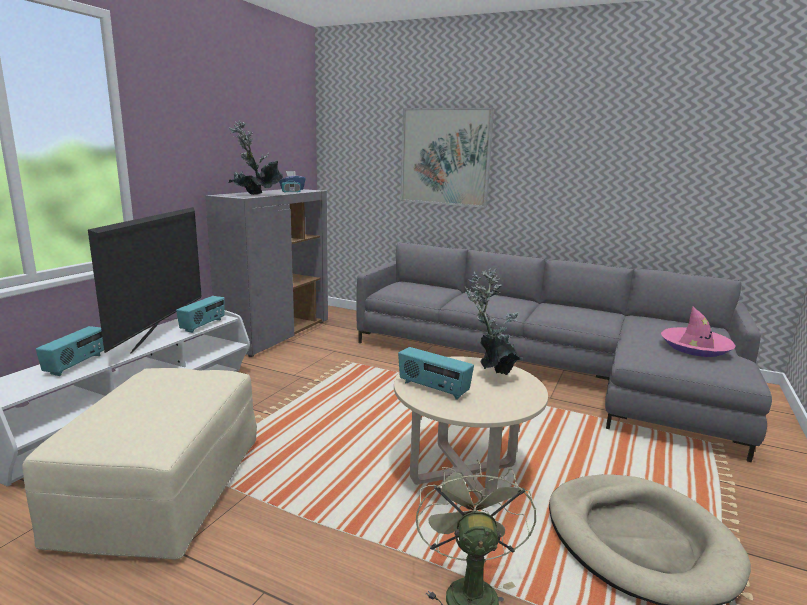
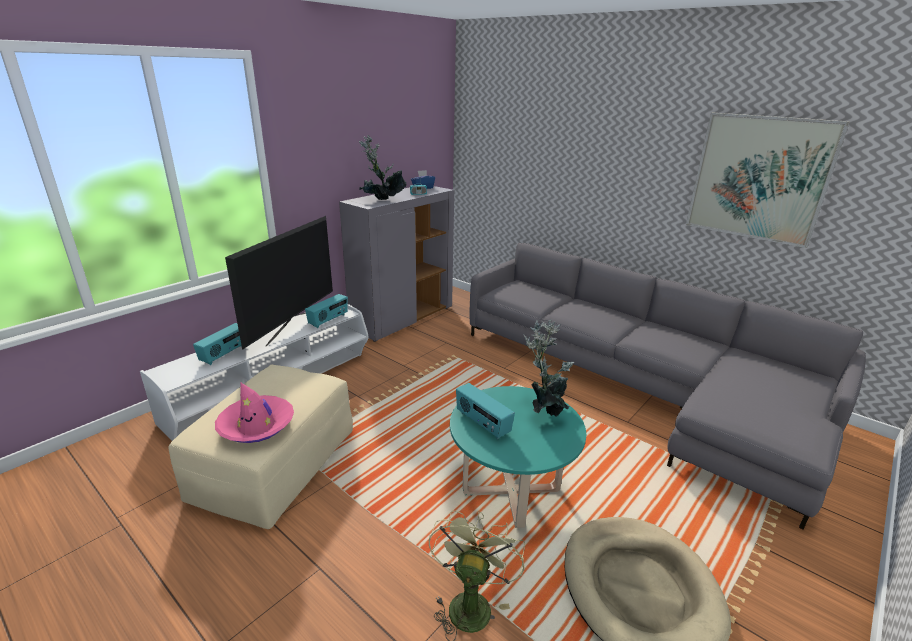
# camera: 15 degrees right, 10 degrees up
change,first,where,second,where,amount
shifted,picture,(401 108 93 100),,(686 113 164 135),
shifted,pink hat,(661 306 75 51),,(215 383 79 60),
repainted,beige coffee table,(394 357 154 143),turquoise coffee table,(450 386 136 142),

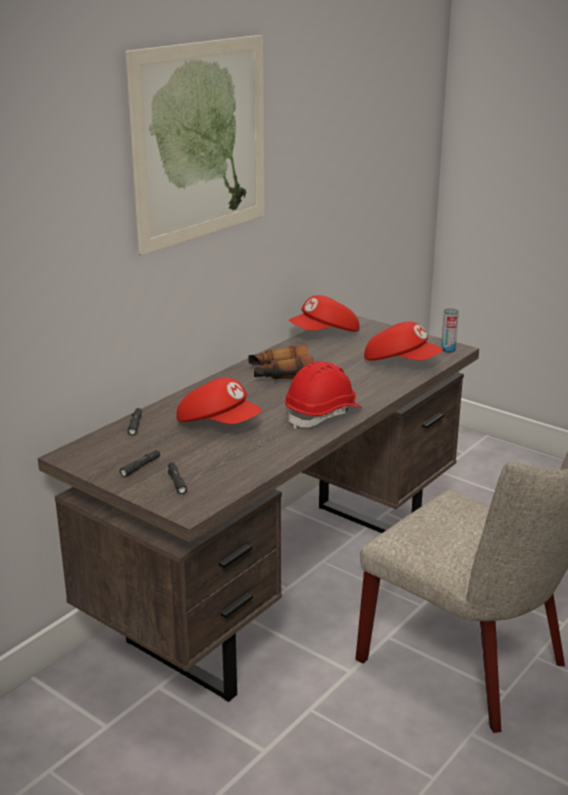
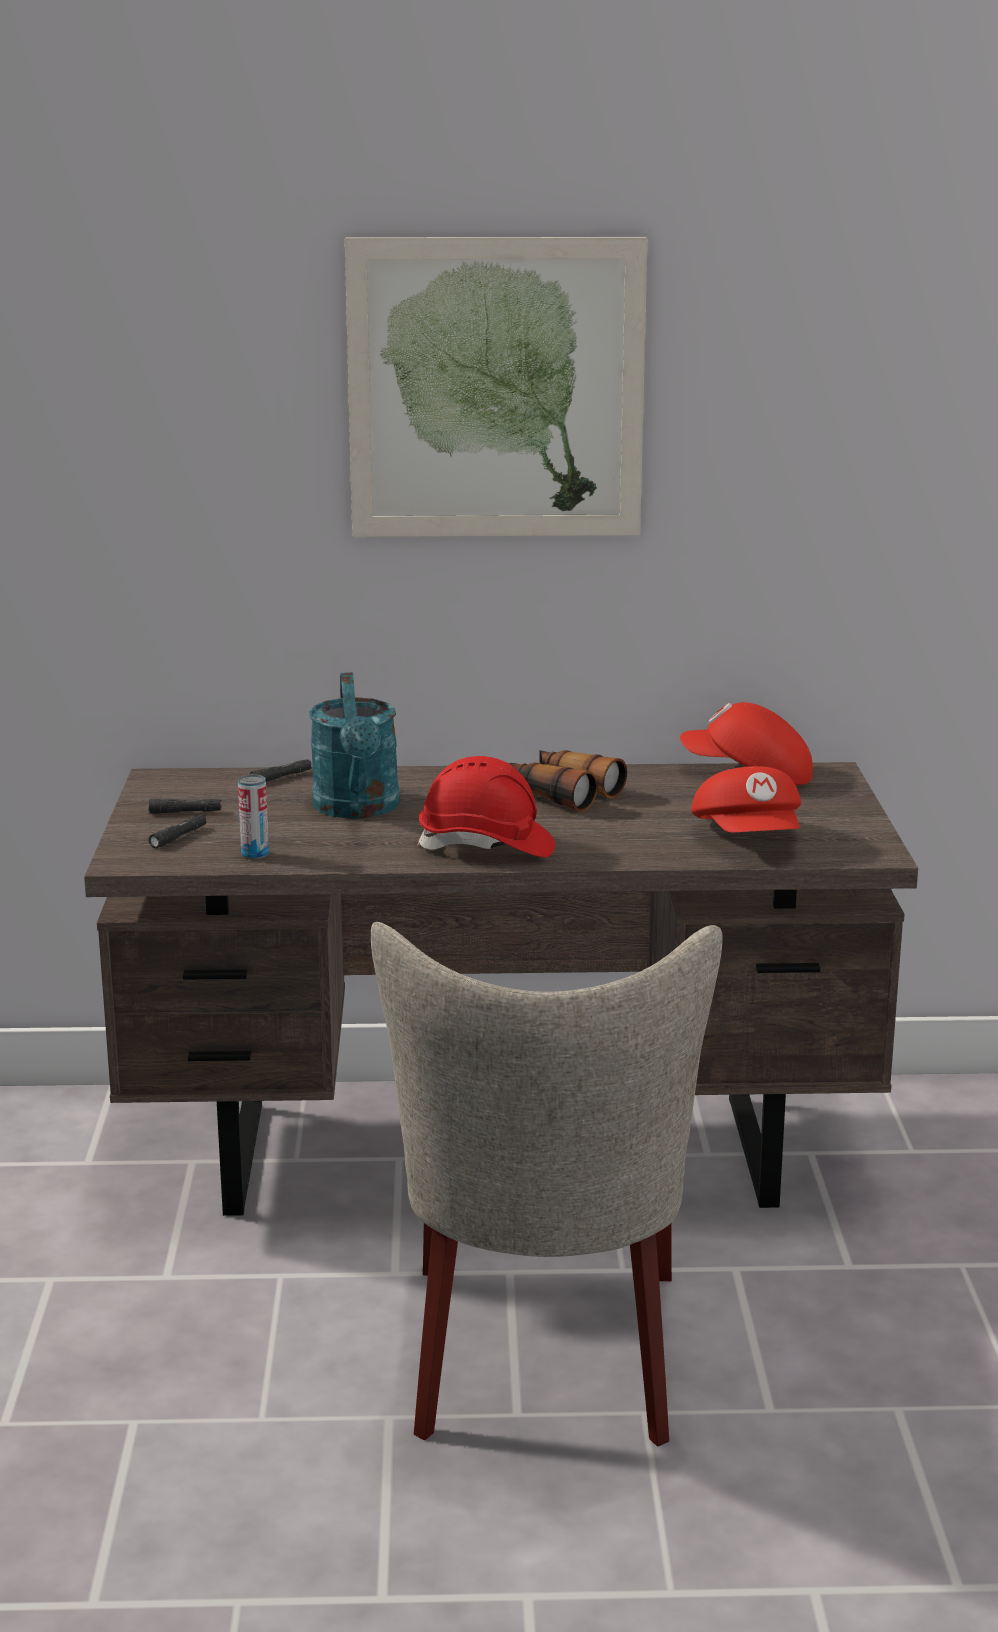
# camera: 50 degrees right, 5 degrees down
change,first,where,second,where,amount
shifted,can,(441 308 18 45),,(238 775 31 84),
swapped,red cap,(176 378 86 46),turquoise watering can,(309 672 91 146),

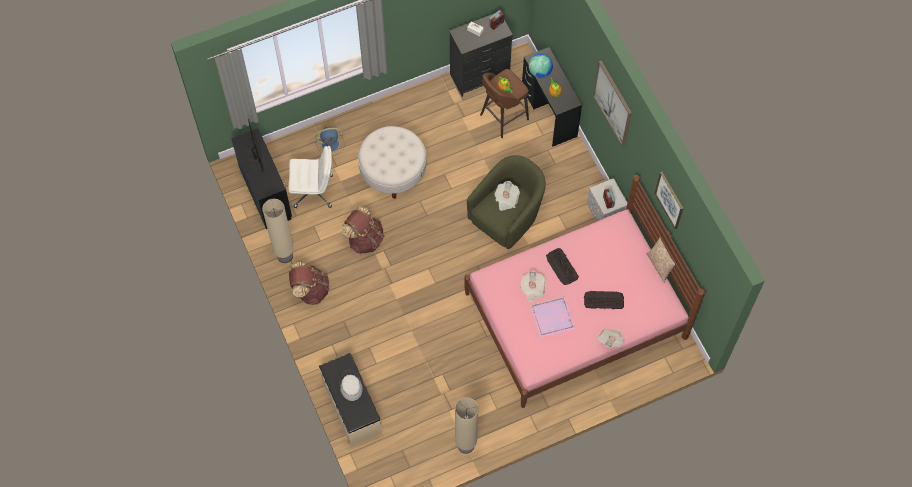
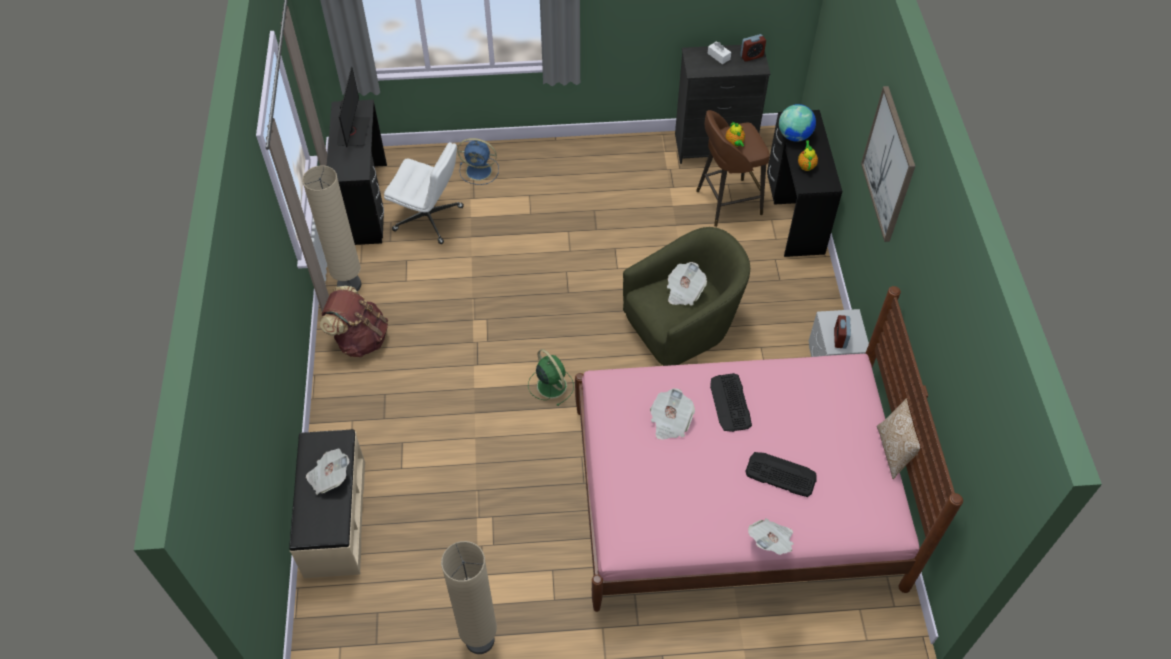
# camera: 20 degrees right, 10 degrees down
change,first,where,second,where,amount
gone,white ottoman,(358 126 68 73),,,
gone,picture,(655 172 28 57),,,
gone,brown backpack,(341 206 43 48),,,
gone,purple tray,(530 296 45 42),,,
swapped,grey hat,(339 370 23 31),newspaper,(306 449 44 46),
new,,,green fan,(528 349 46 57),

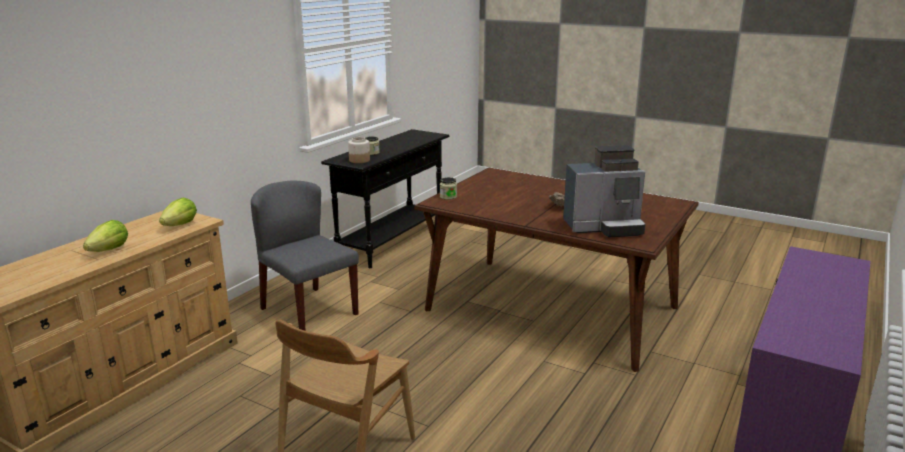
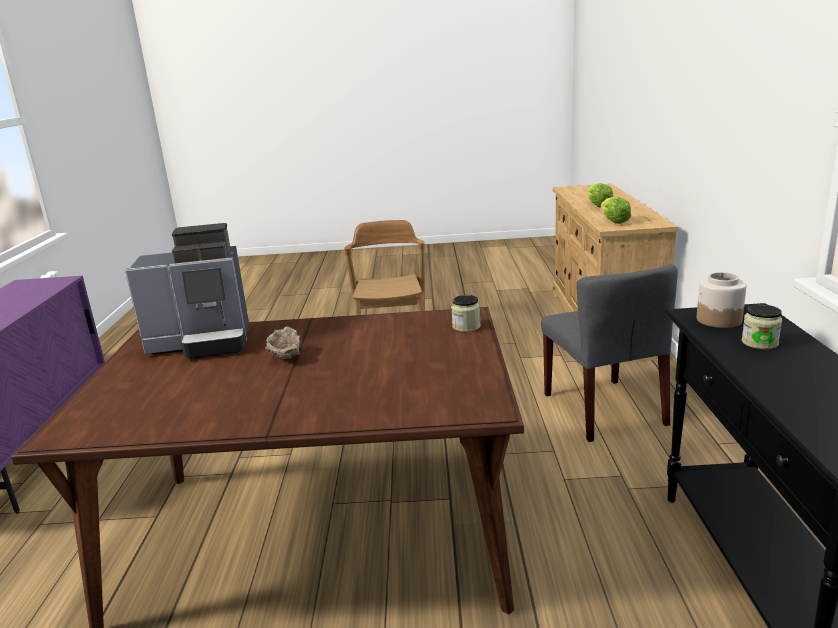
# camera: 150 degrees right, 0 degrees up
change,first,where,second,where,amount
rotated,coffee machine,(563 145 82 93),,(125 223 124 136),150 degrees counterclockwise
rotated,grey chair,(251 181 108 150),,(541 264 137 178),60 degrees clockwise

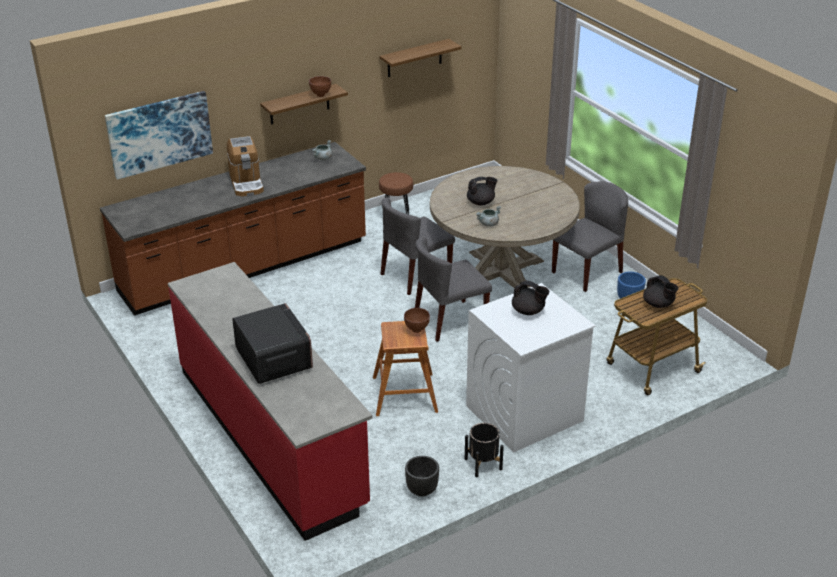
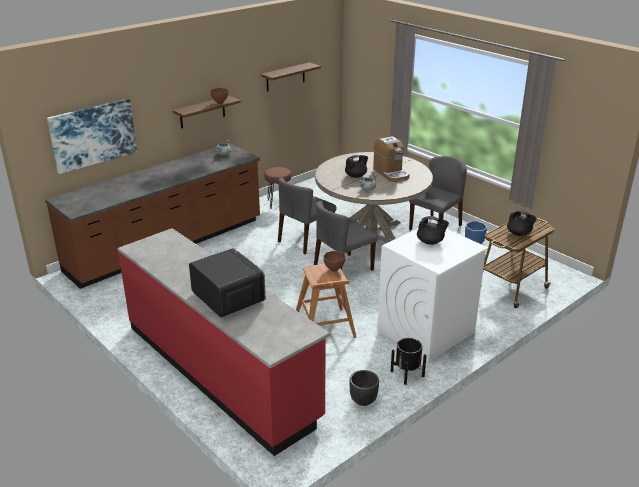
# camera: 10 degrees left, 5 degrees down
change,first,where,second,where,amount
shifted,coffee machine,(227 136 37 61),,(373 136 36 46),

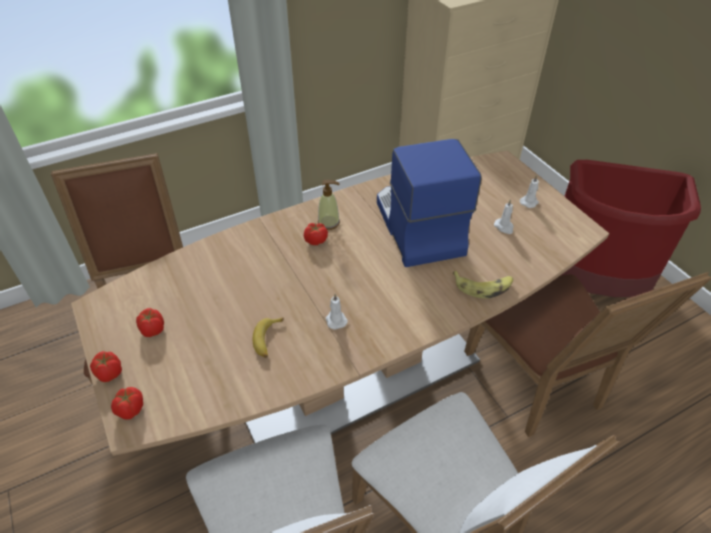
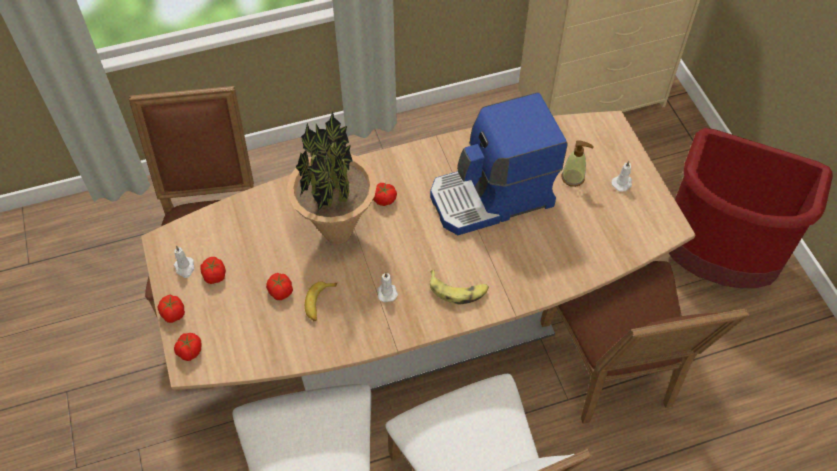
# camera: 10 degrees right, 10 degrees up
change,first,where,second,where,amount
rotated,coffee machine,(377 139 105 128),,(430 92 138 143),105 degrees counterclockwise
shifted,soap dispenser,(318 180 22 50),,(562 140 32 47),
shifted,white candle,(494 199 20 35),,(174 246 20 32),
shifted,banana,(453 271 60 27),,(430 269 59 36),
new,,,potted plant,(287 111 90 133),
new,,,tomato,(266 273 27 27),

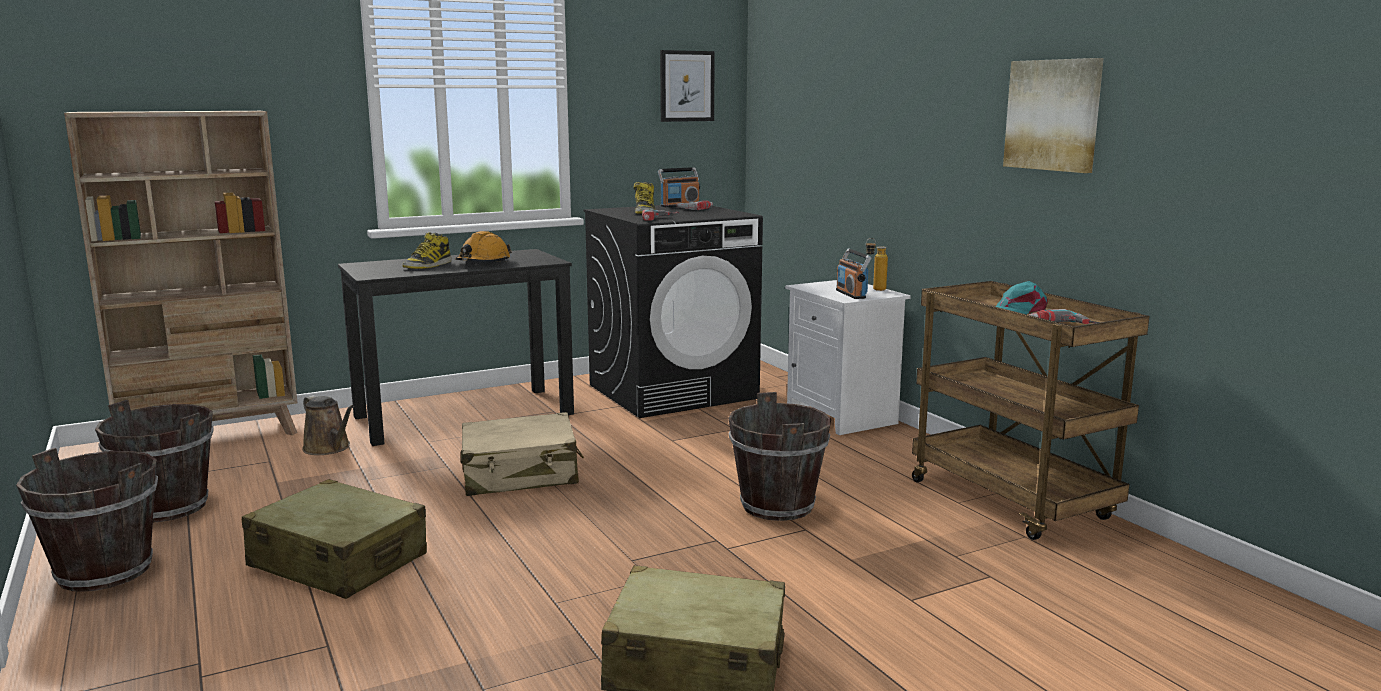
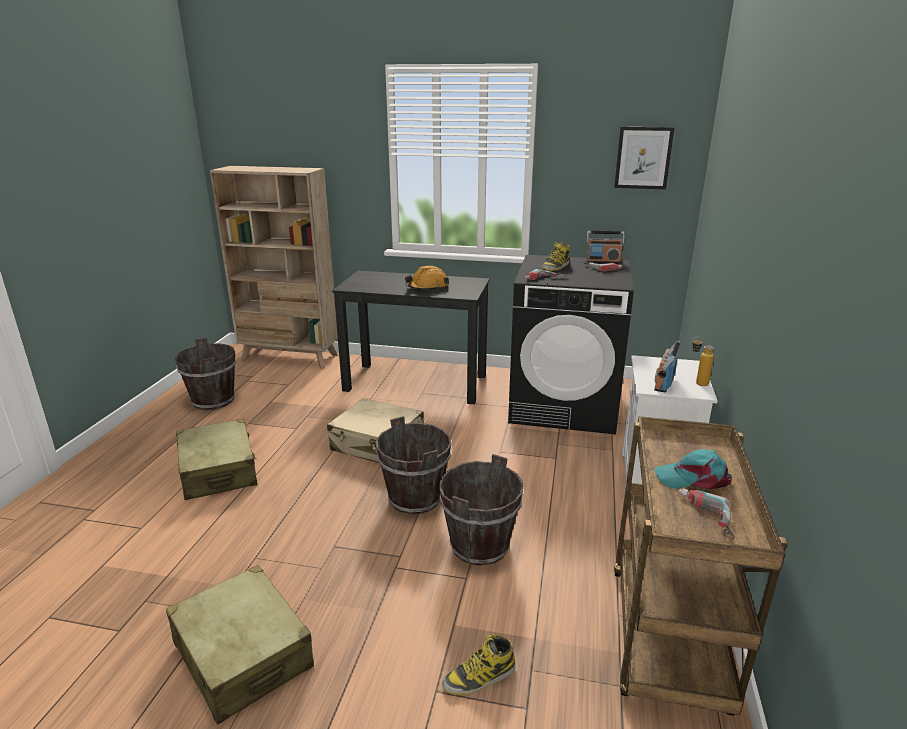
# camera: 40 degrees right, 10 degrees up
change,first,where,second,where,amount
gone,picture,(1003 58 101 115),,,
shifted,boot,(402 232 50 37),,(442 634 73 61),
gone,brown watering can,(302 395 52 60),,,
shifted,brown bucket,(16 448 142 144),,(376 416 76 98),

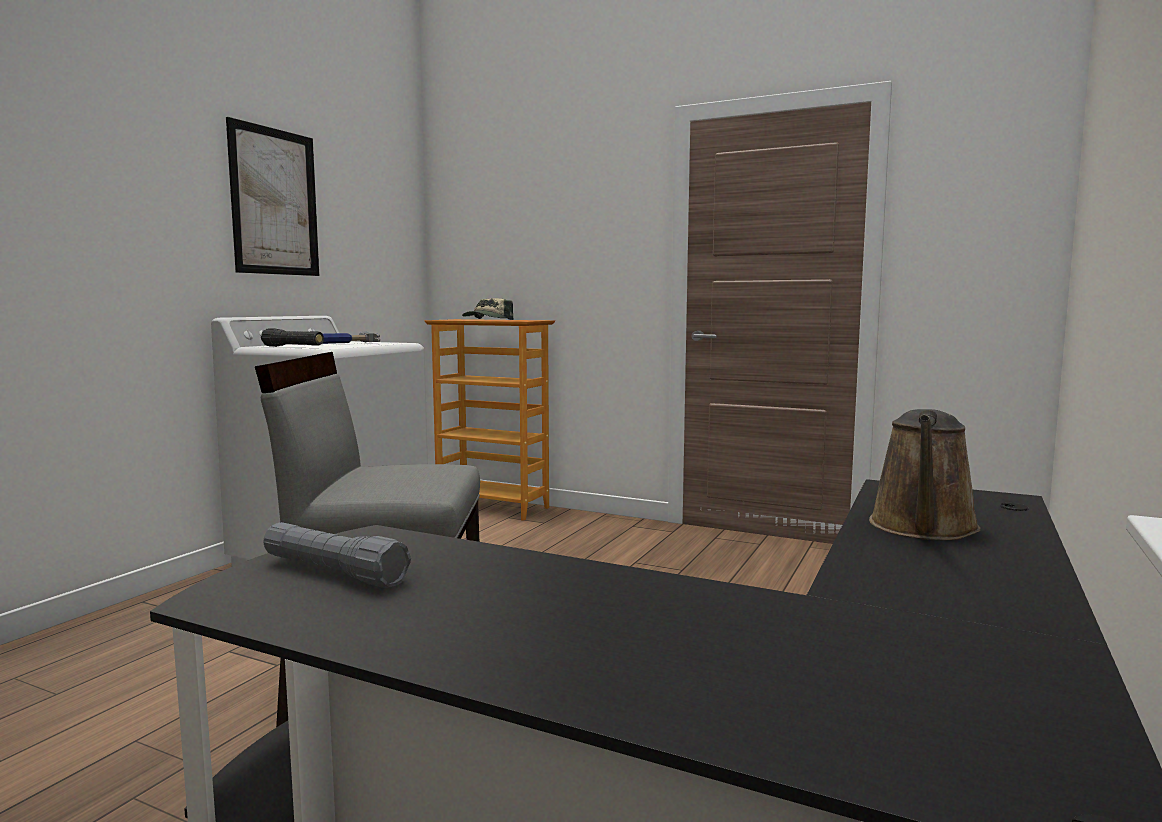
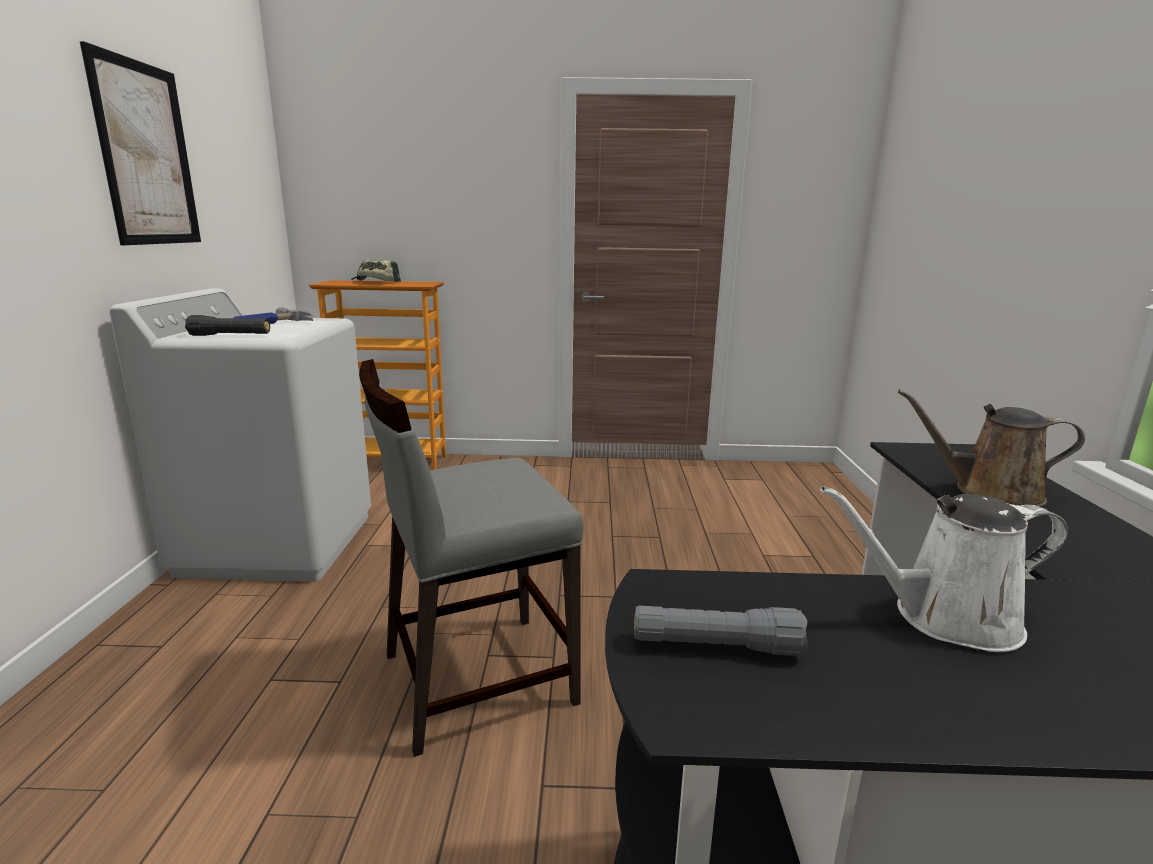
# camera: 25 degrees left, 10 degrees up
change,first,where,second,where,amount
rotated,brown watering can,(869 409 112 132),,(898 389 187 118),105 degrees clockwise
new,,,white watering can,(820 486 248 166),

